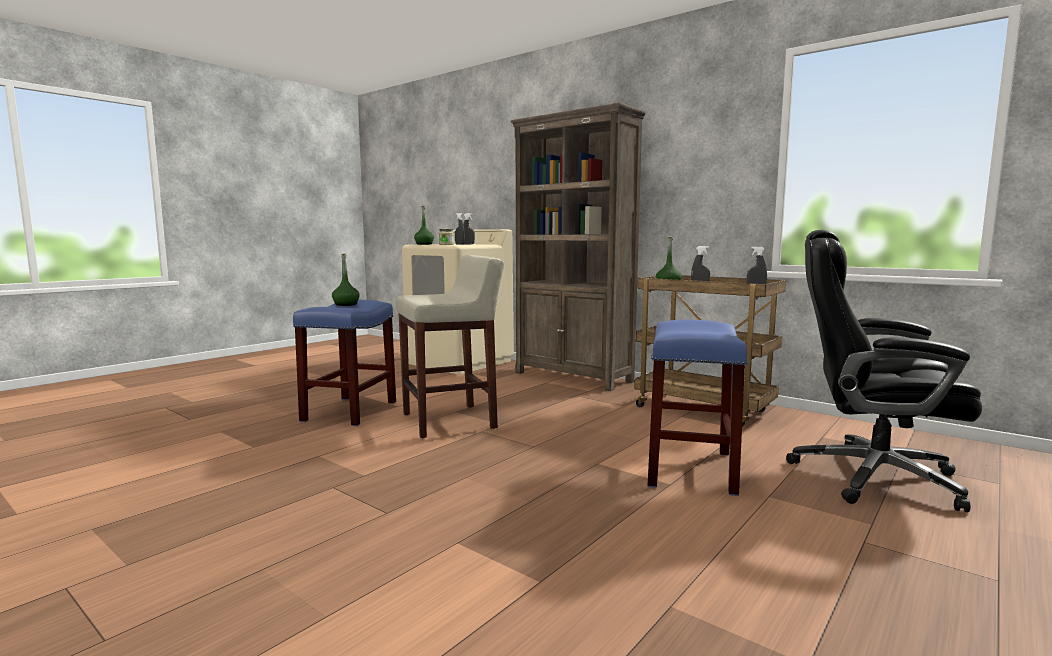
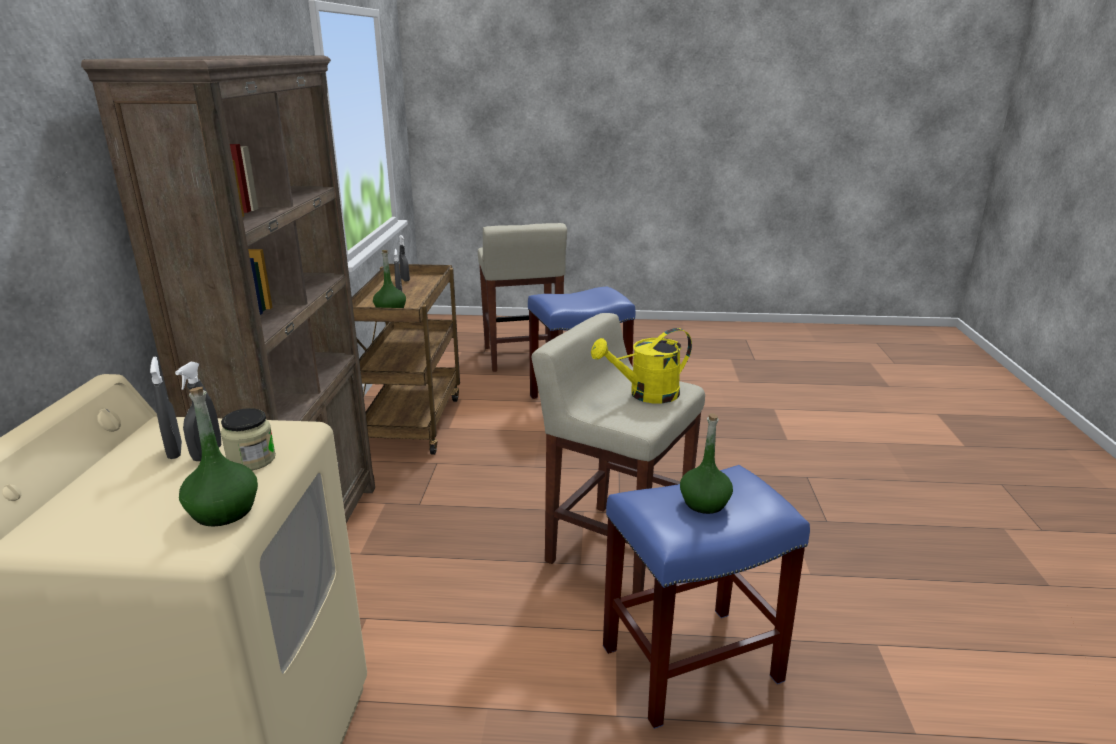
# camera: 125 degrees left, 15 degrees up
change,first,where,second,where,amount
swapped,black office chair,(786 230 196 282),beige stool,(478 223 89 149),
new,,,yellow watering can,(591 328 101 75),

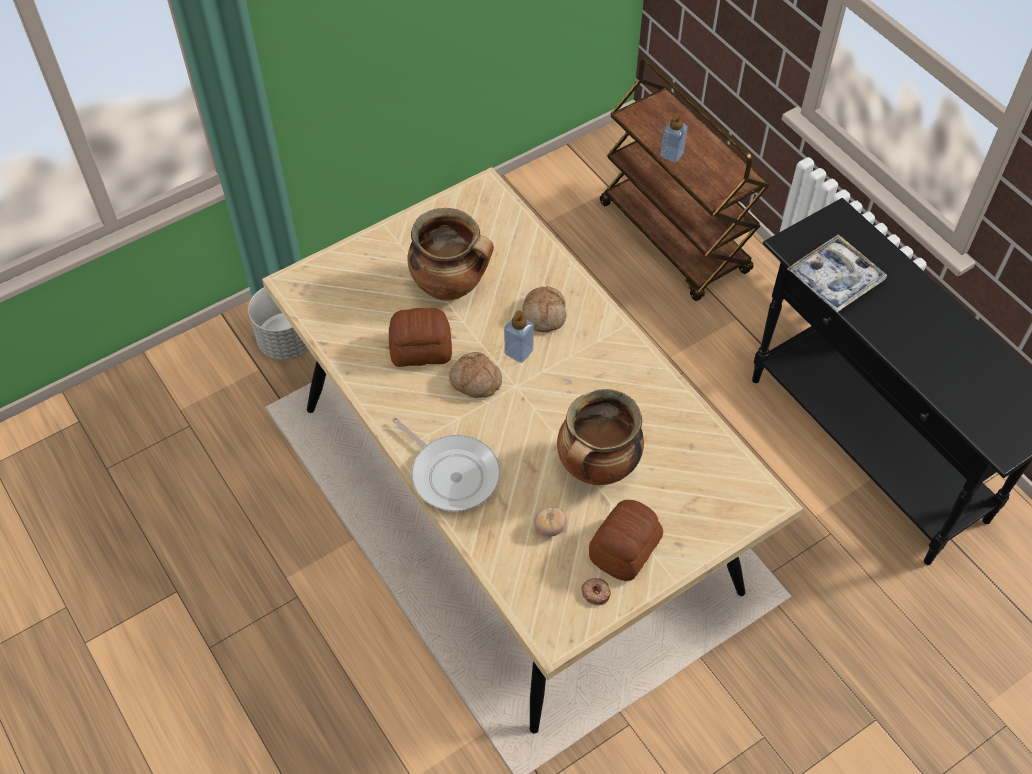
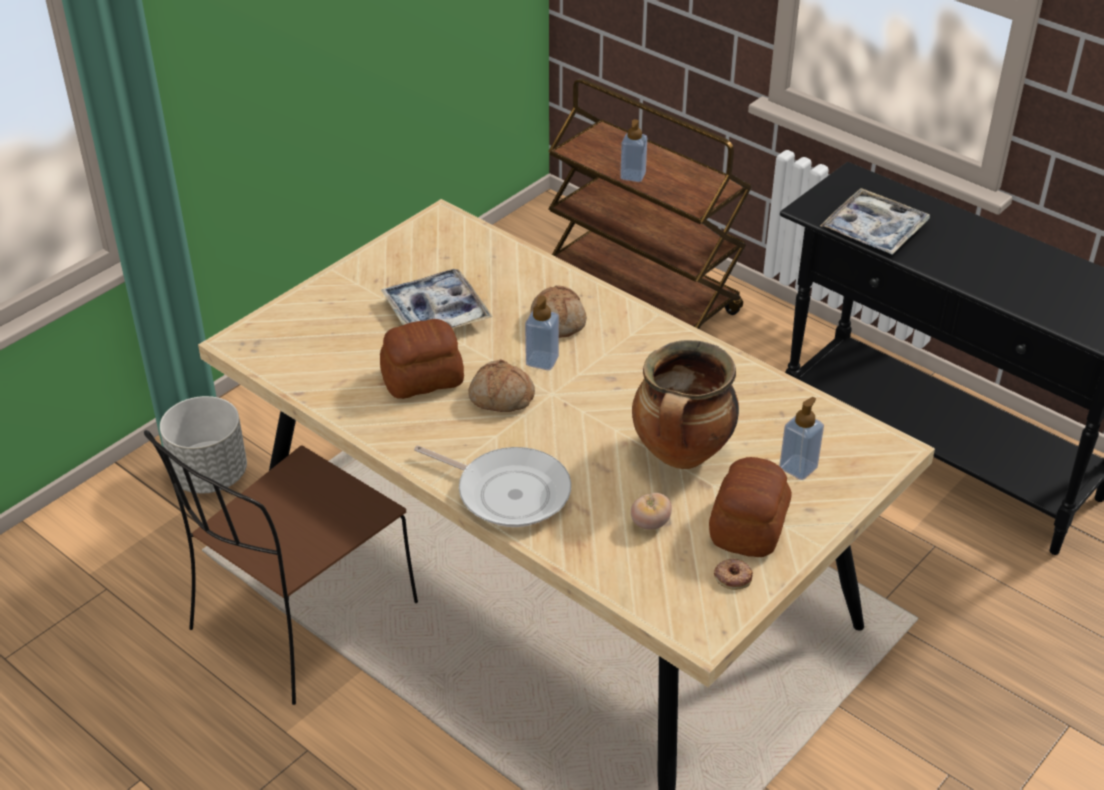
# camera: 15 degrees left, 15 degrees down
change,first,where,second,where,amount
swapped,cooking pot,(408 208 86 93),tray,(381 269 112 60),
new,,,soap dispenser,(779 397 45 83),
new,,,brown chair,(144 430 274 275),

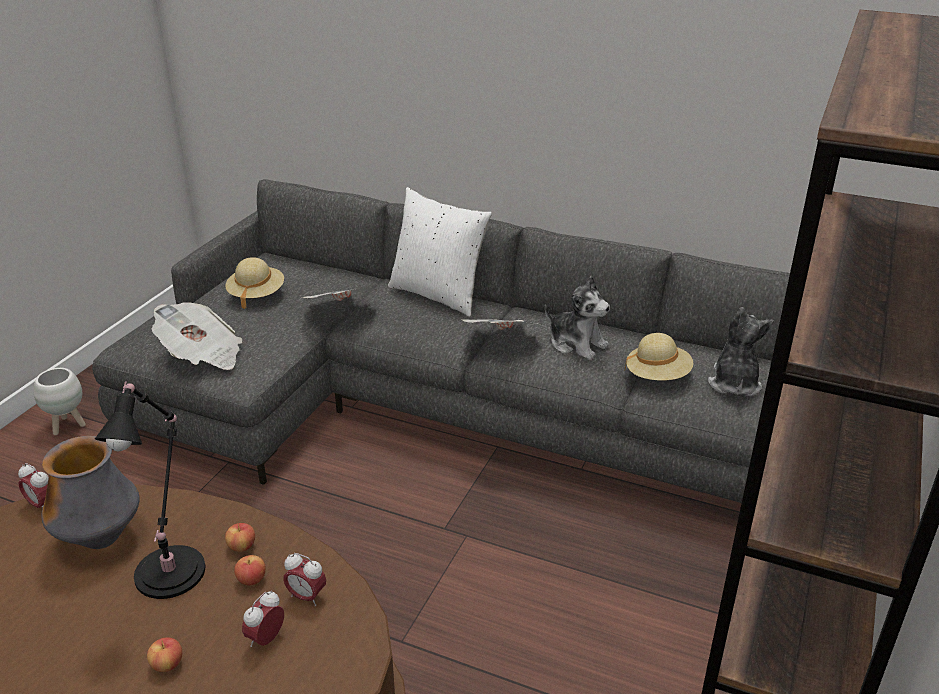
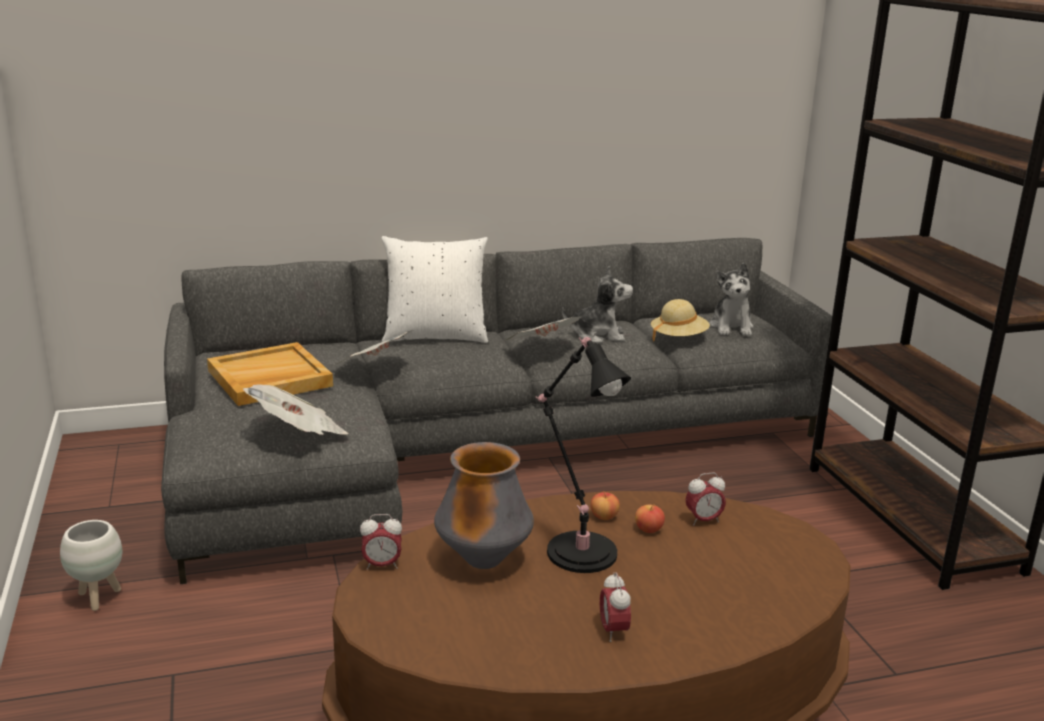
# camera: 40 degrees left, 10 degrees down
change,first,where,second,where,amount
swapped,beige hat,(225 257 59 52),beige tray,(207 342 126 64),
rotated,plush toy,(708 307 66 89),,(709 263 45 73),150 degrees counterclockwise
shifted,alarm clock,(242 590 42 57),,(600 572 31 70),
gone,apple,(147 637 35 35),,,

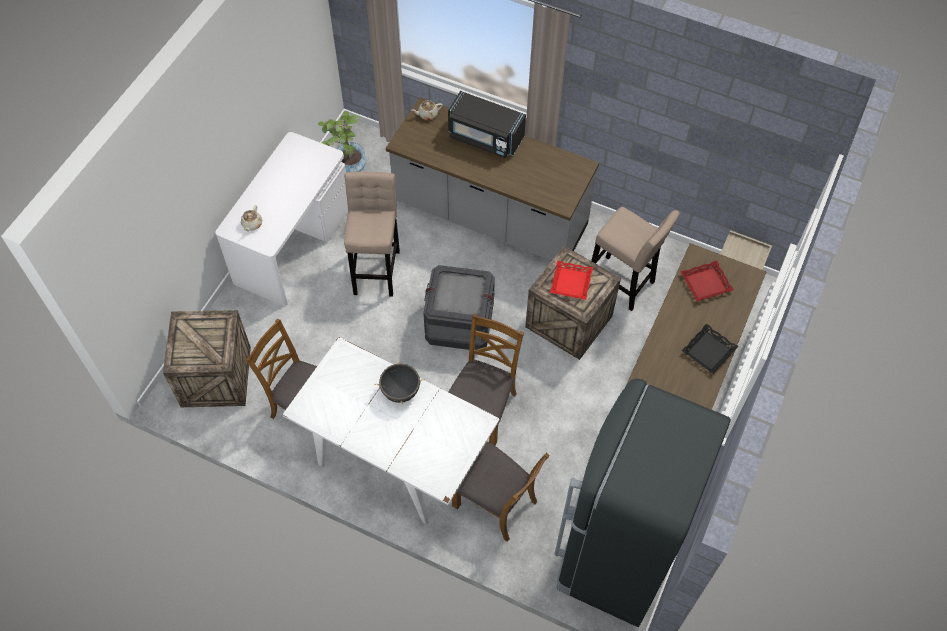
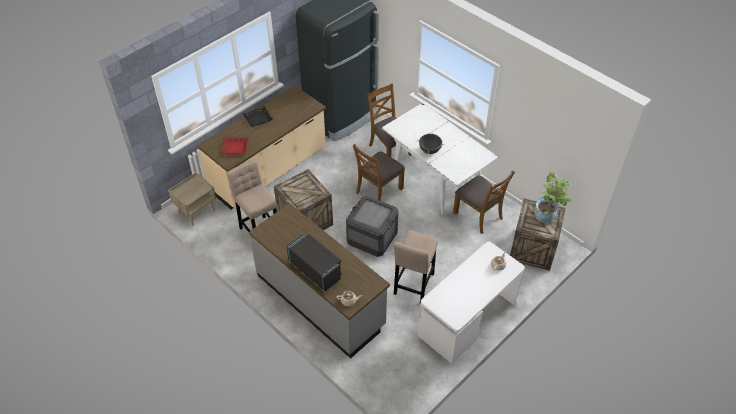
# camera: 160 degrees left, 10 degrees down
change,first,where,second,where,amount
shifted,potted plant,(318 111 48 61),,(534 171 39 52),
gone,red tray,(550 260 43 40),,,

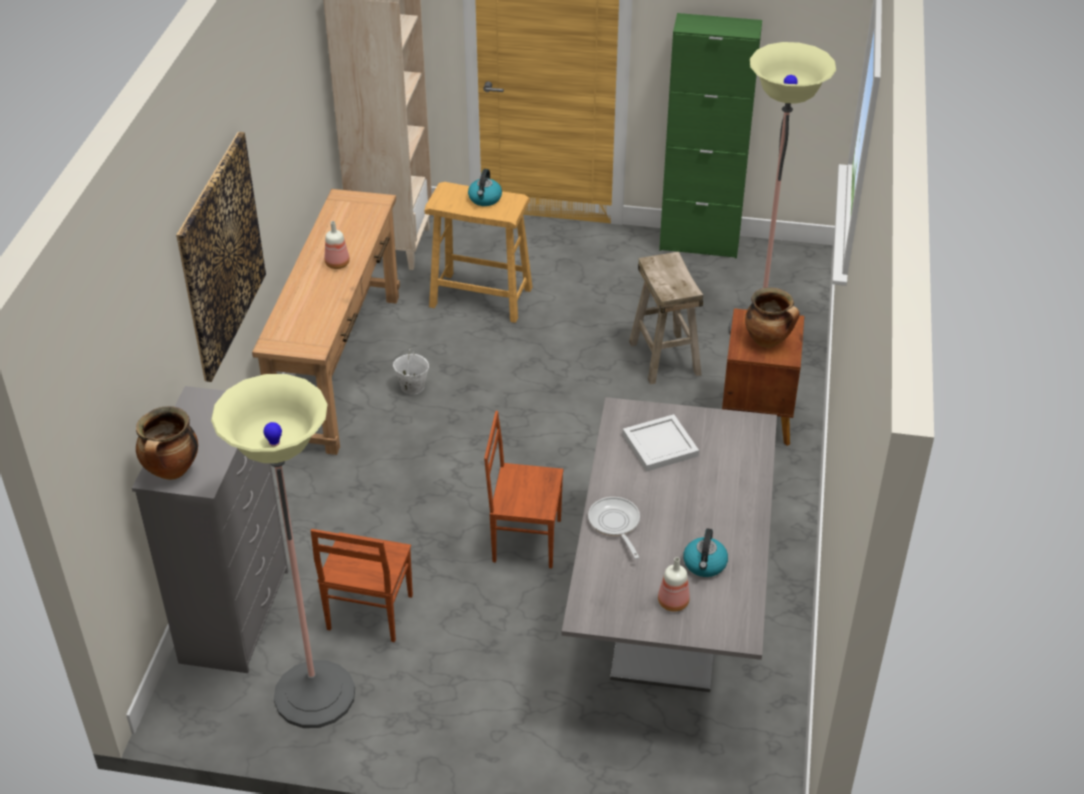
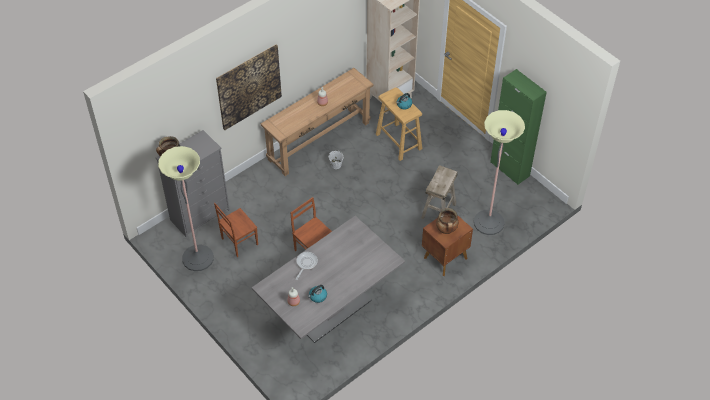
# camera: 40 degrees right, 10 degrees up
change,first,where,second,where,amount
gone,white tray,(623 414 76 57),,,

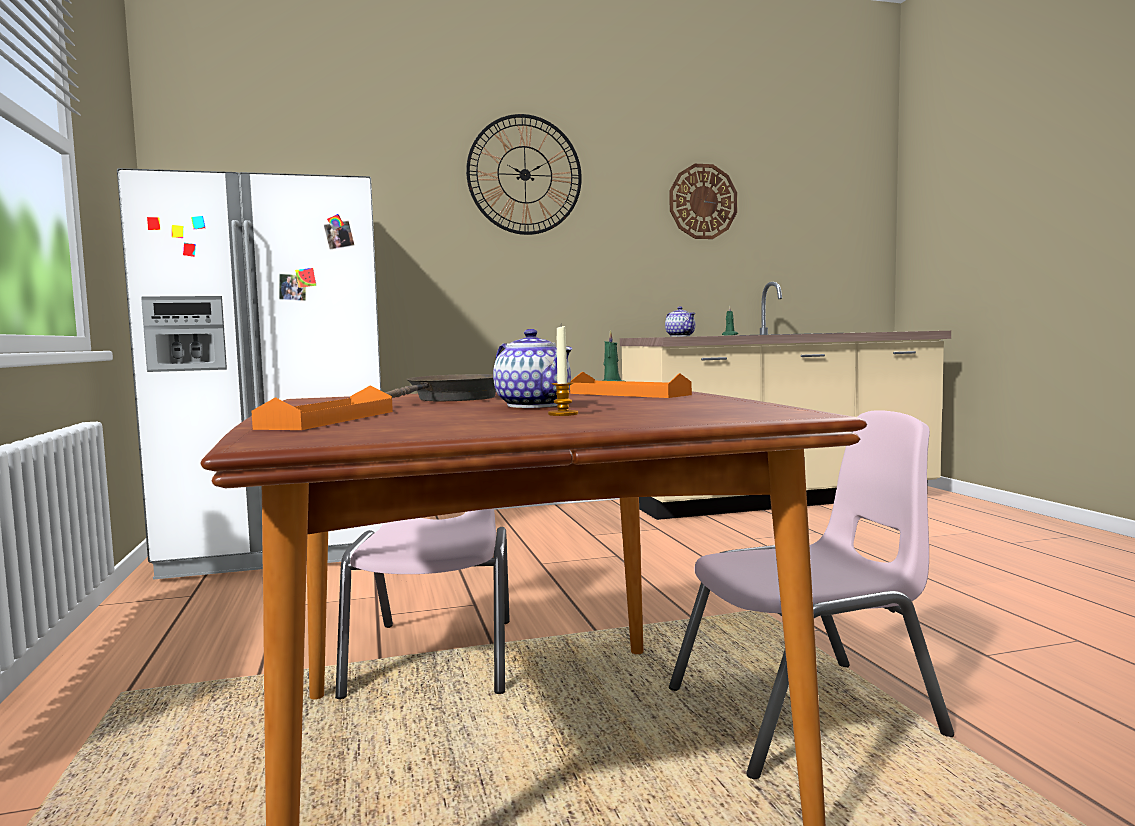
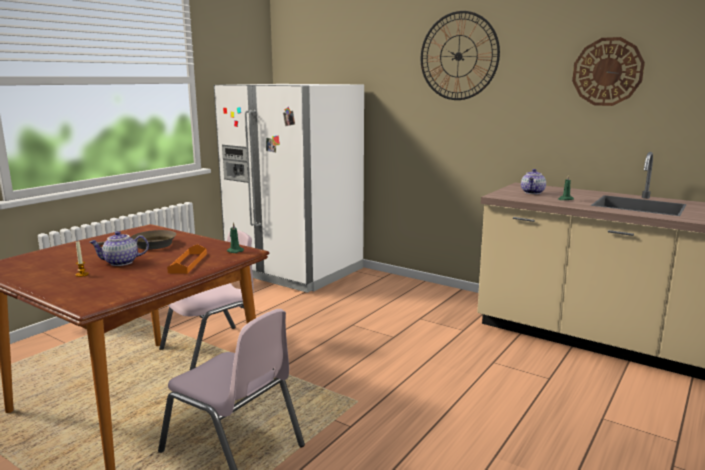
# camera: 50 degrees right, 10 degrees up
change,first,where,second,where,amount
rotated,teapot,(493 329 79 79),,(89 231 60 35),60 degrees clockwise
gone,orange tray,(252 386 141 44),,,

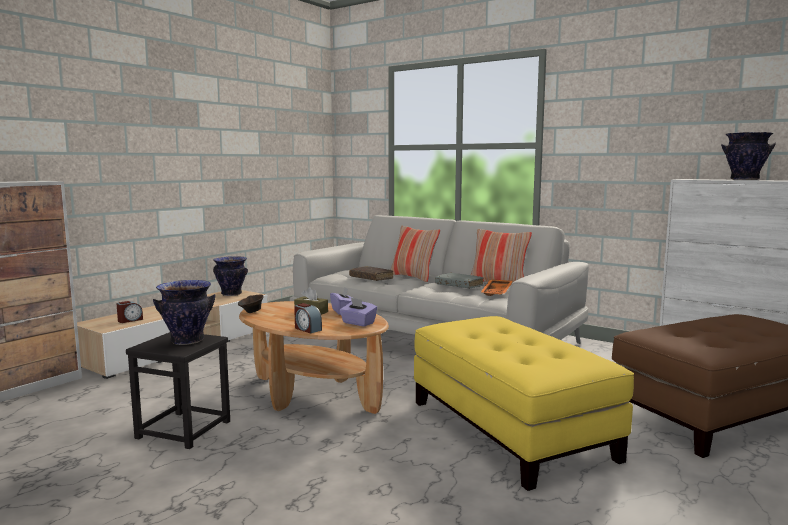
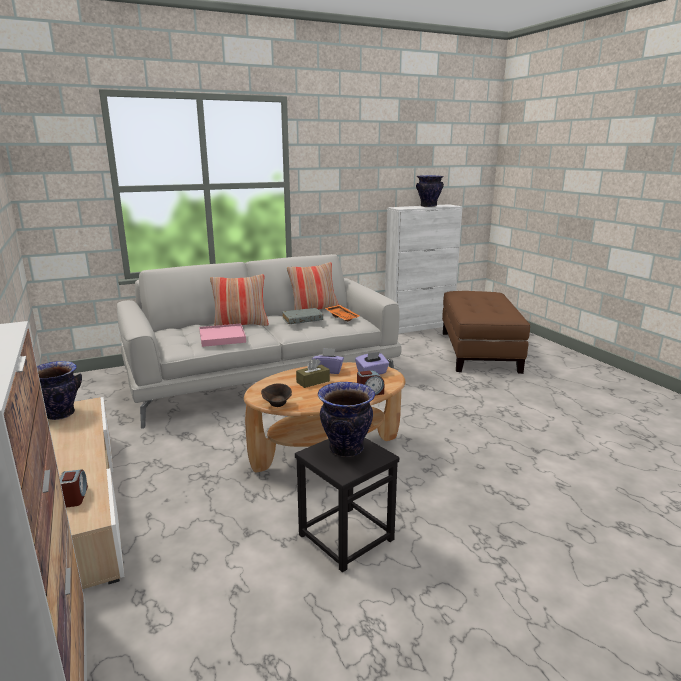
# camera: 60 degrees left, 10 degrees up
change,first,where,second,where,amount
swapped,brown book,(349 266 45 15),pink tray,(199 323 47 24),
gone,yellow ottoman,(414 316 220 175),,,

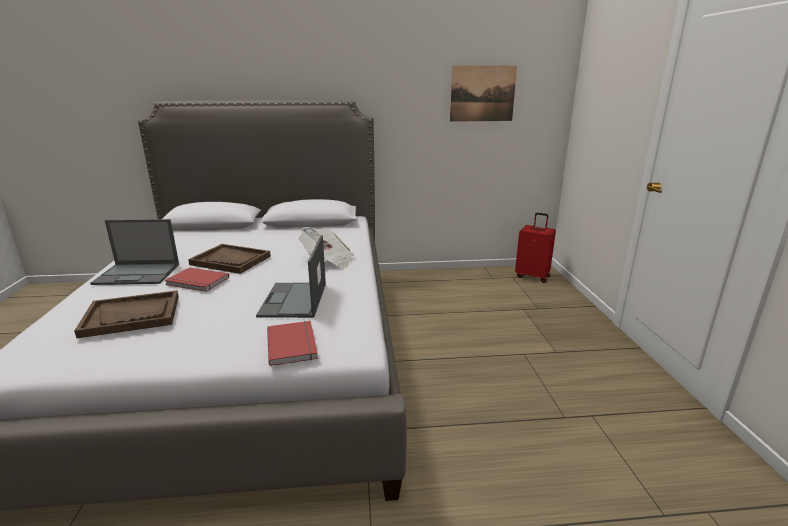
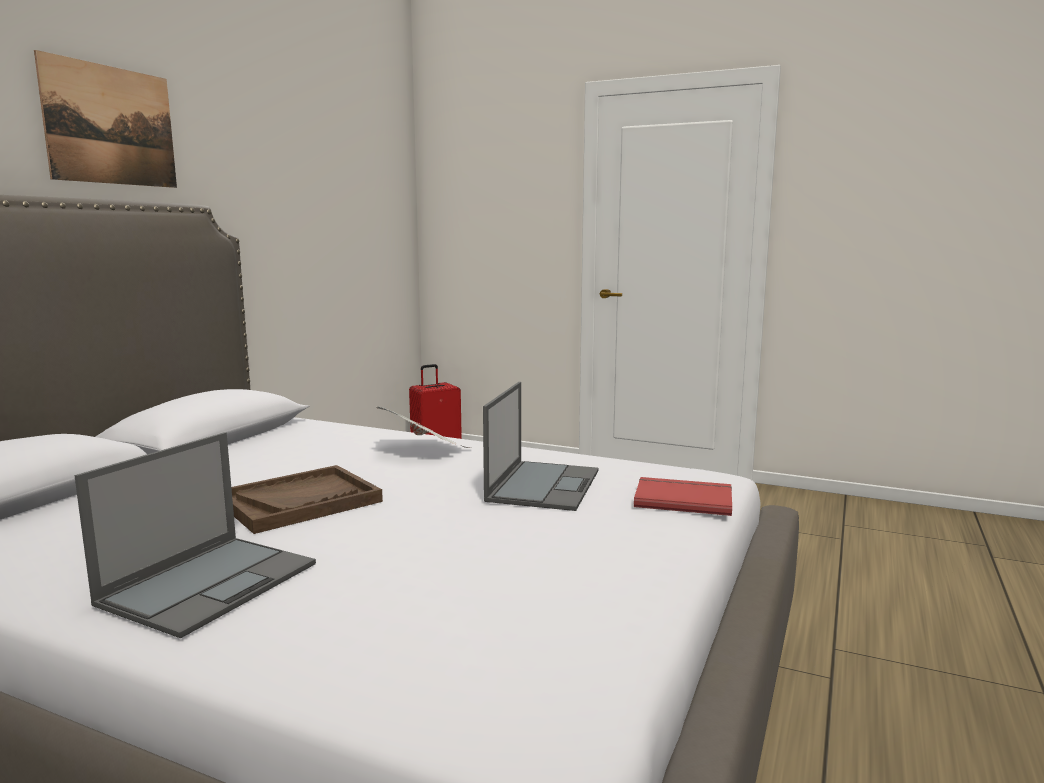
# camera: 60 degrees left, 10 degrees down
change,first,where,second,where,amount
shifted,picture,(450 66 67 56),,(34 50 143 138),
rotated,laptop,(256 235 70 83),,(483 382 116 129),105 degrees counterclockwise
gone,red book,(165 267 64 25),,,
gone,brown tray,(74 291 105 47),,,

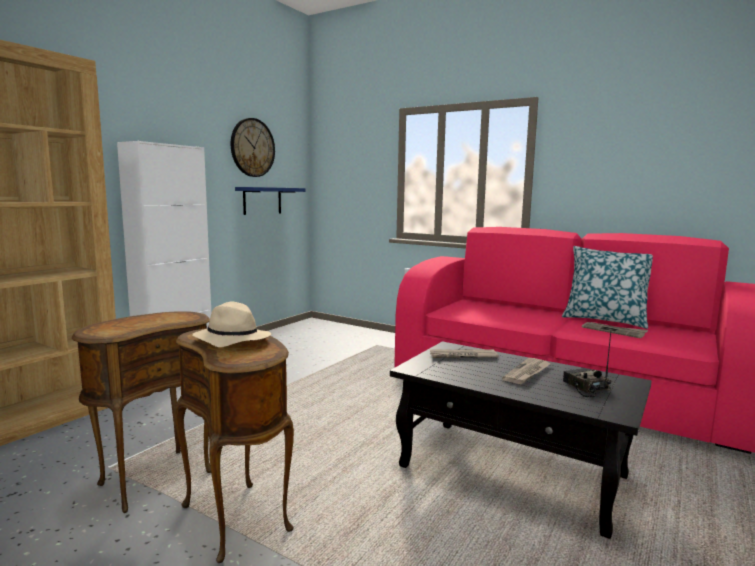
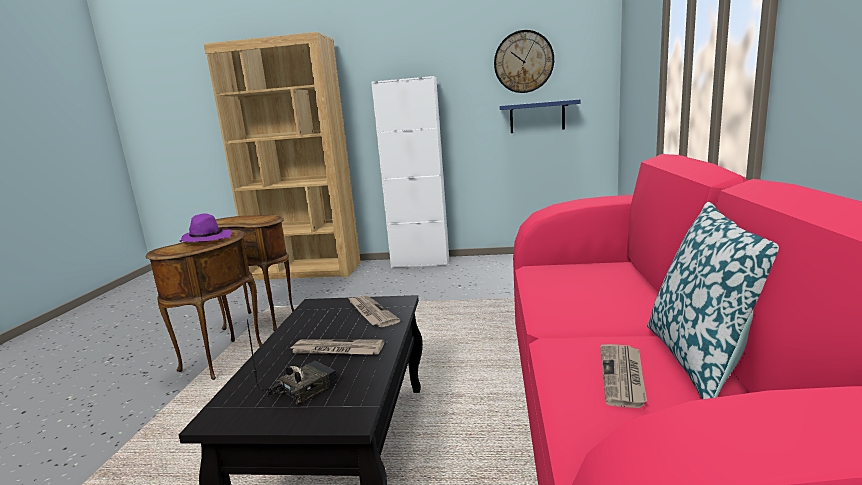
# camera: 65 degrees right, 5 degrees up
change,first,where,second,where,amount
repainted,beige hat,(192 302 80 45),purple hat,(180 213 51 29),

